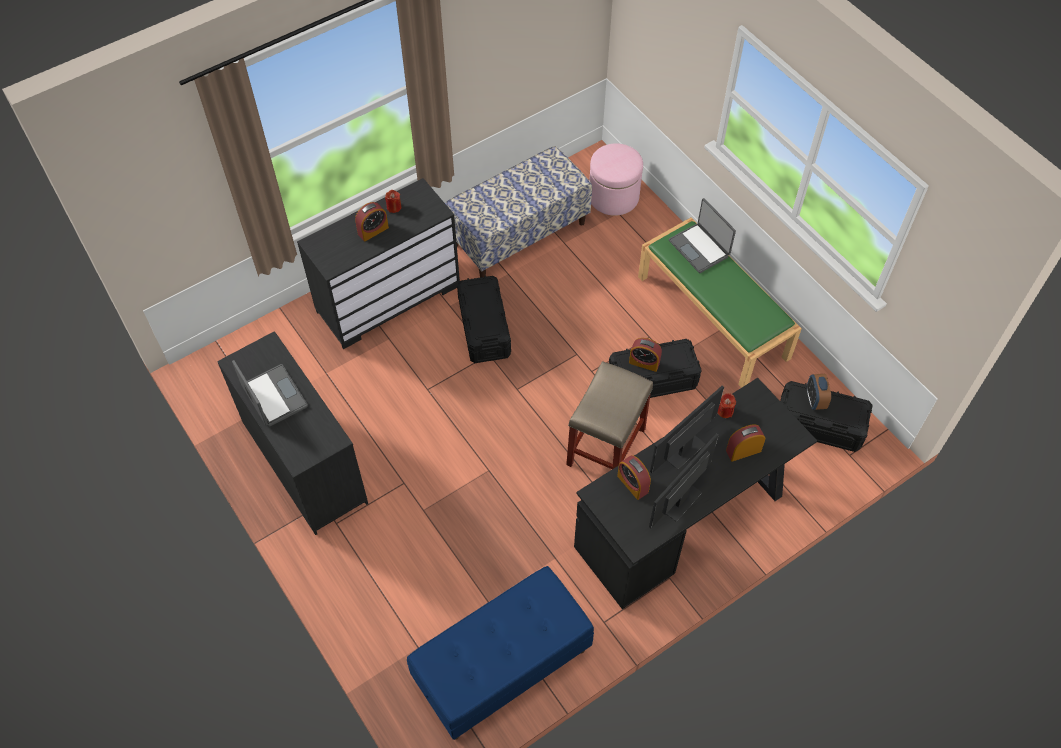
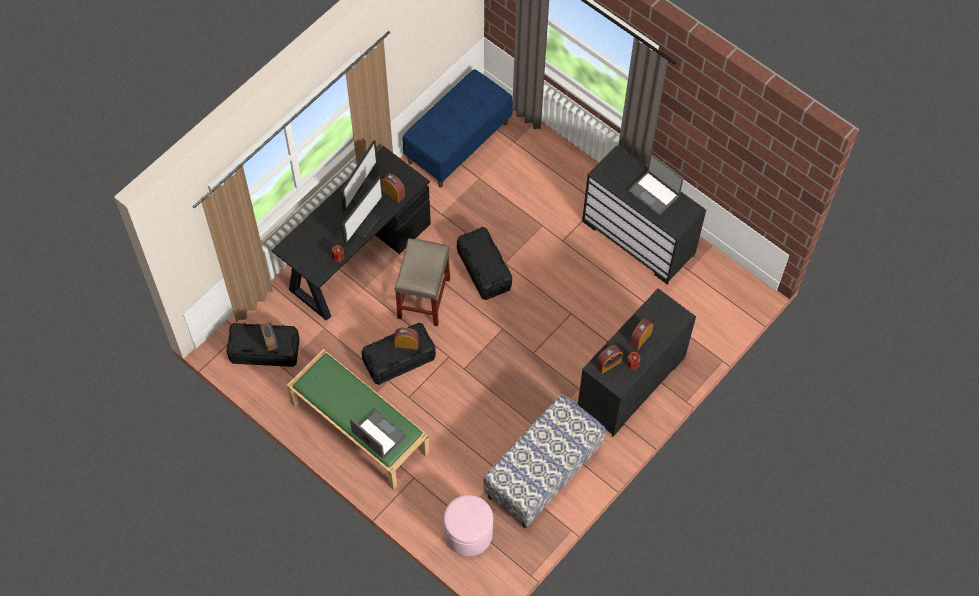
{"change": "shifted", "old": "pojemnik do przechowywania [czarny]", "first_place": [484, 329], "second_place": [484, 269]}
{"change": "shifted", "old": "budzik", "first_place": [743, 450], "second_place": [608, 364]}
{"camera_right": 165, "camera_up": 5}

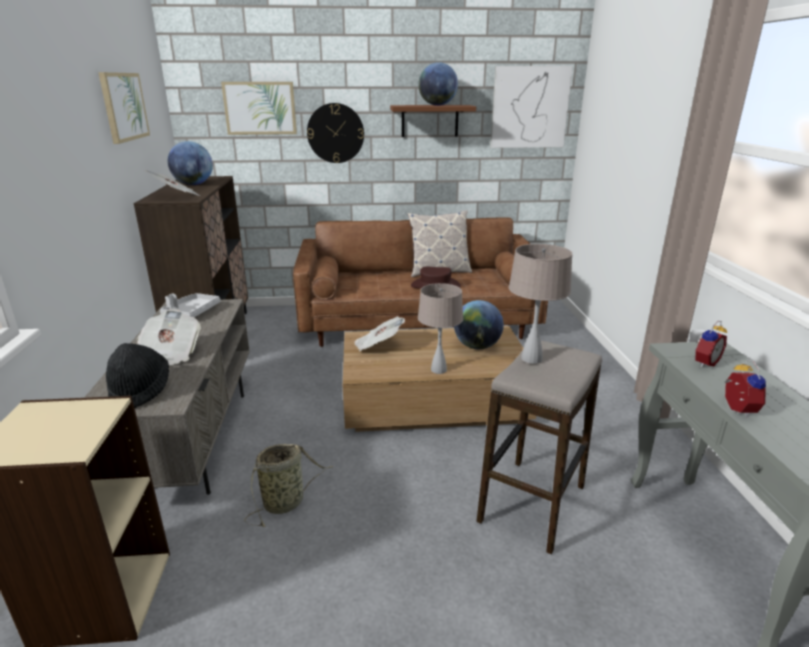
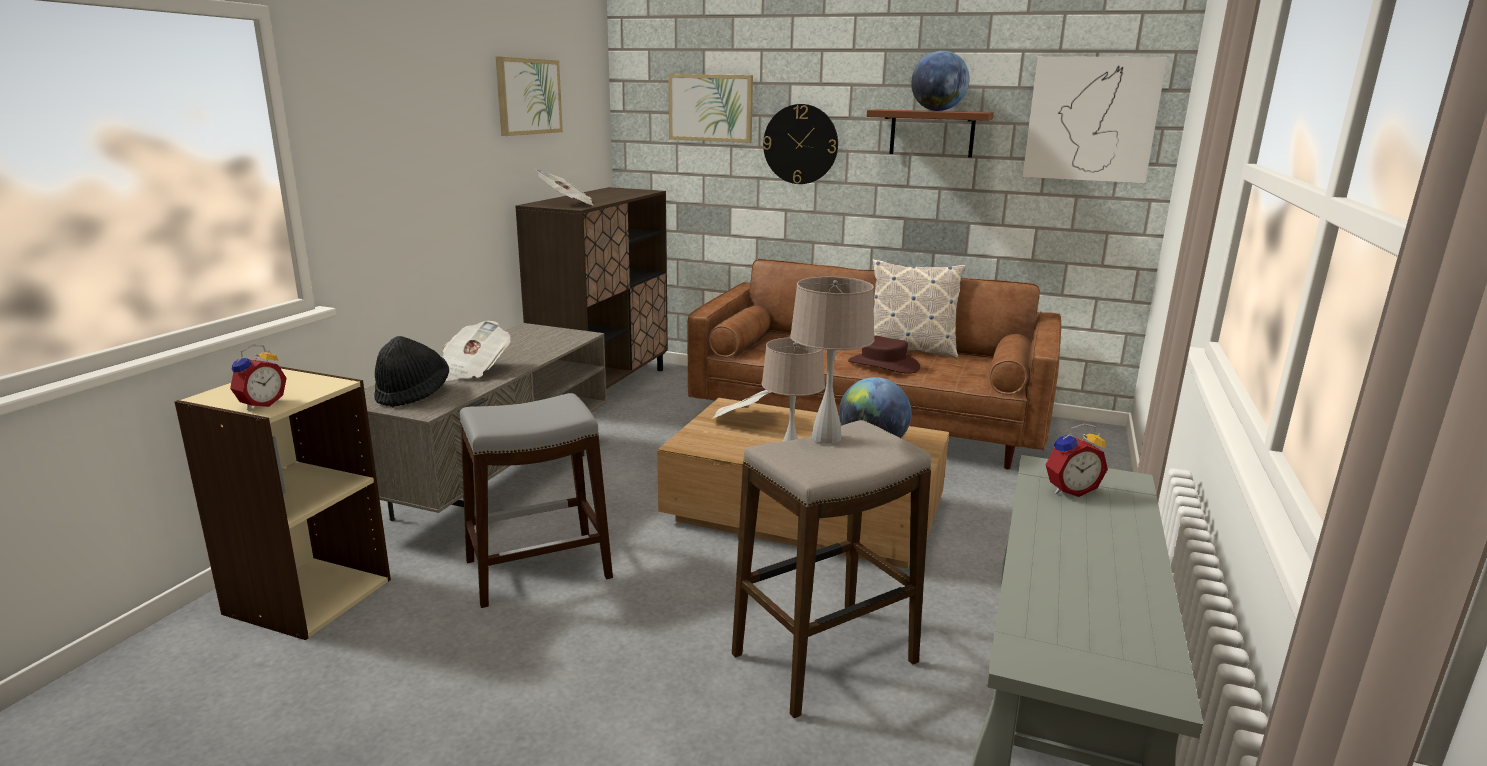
{"change": "shifted", "old": "budzik", "first_place": [736, 409], "second_place": [260, 404]}
{"change": "swapped", "old": "koszyk", "new": "stołek [szary]", "first_place": [286, 502], "second_place": [537, 569]}
{"change": "gone", "old": "taca [szary]", "first_place": [191, 312]}
{"change": "gone", "old": "globus", "first_place": [193, 184]}
{"camera_right": 25, "camera_up": -5}

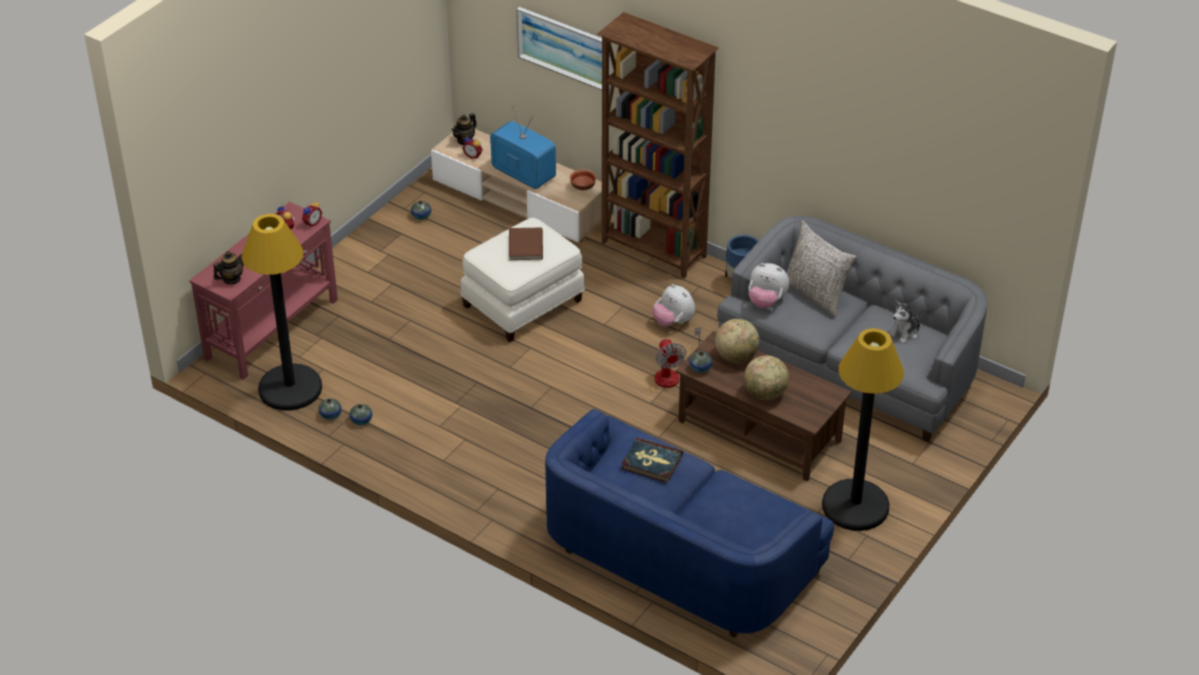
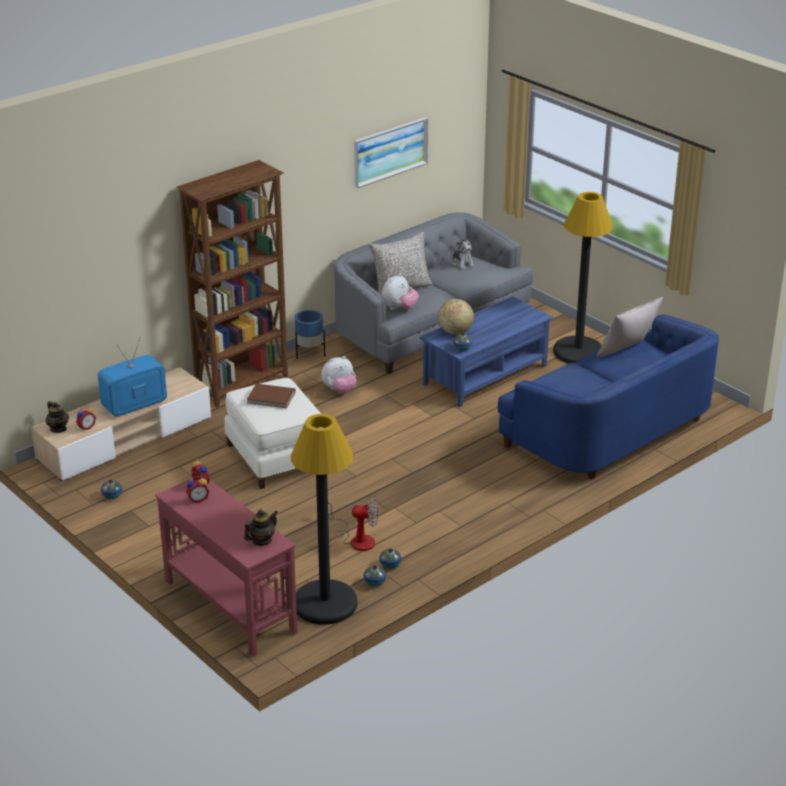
{"change": "rotated", "old": "imbryk", "first_place": [231, 279], "second_place": [261, 540], "degrees": 75}
{"change": "shifted", "old": "wentylator", "first_place": [672, 373], "second_place": [356, 539]}
{"change": "shifted", "old": "obraz", "first_place": [564, 48], "second_place": [390, 151]}
{"change": "repainted", "old": "ława [brązowy]", "new": "ława [niebieski]", "first_place": [758, 431], "second_place": [485, 375]}
{"change": "new", "new": "poduszka [szary]", "second_place": [627, 351]}
{"change": "gone", "old": "miska", "first_place": [583, 187]}
{"change": "gone", "old": "książka", "first_place": [651, 462]}
{"change": "gone", "old": "globus", "first_place": [765, 394]}
{"camera_right": -75, "camera_up": -10}

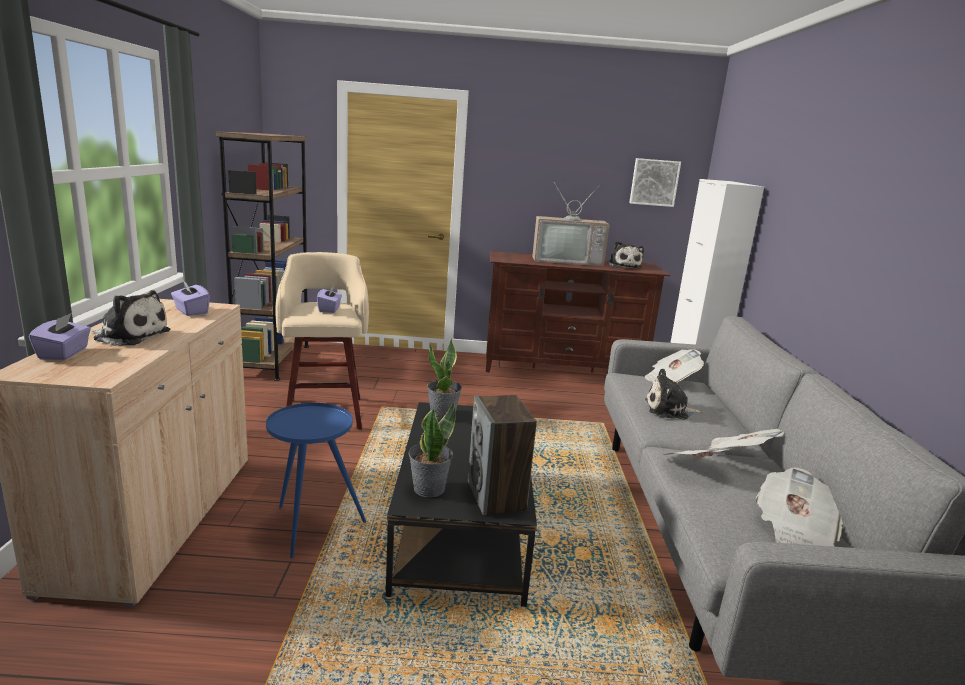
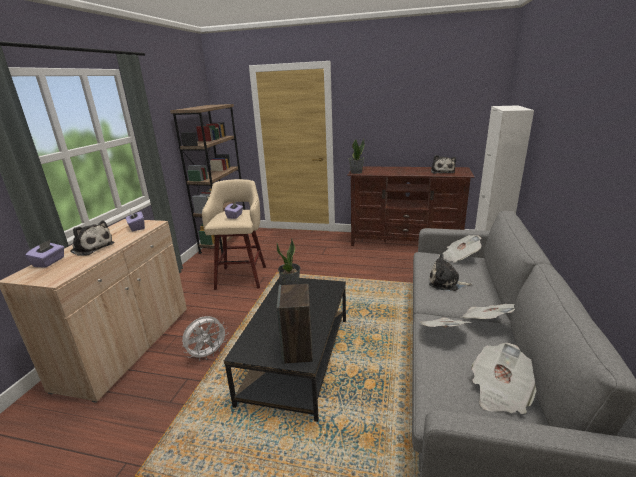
{"change": "swapped", "old": "stolik [niebieski]", "new": "wentylator [biały]", "first_place": [312, 525], "second_place": [208, 354]}
{"change": "shifted", "old": "roślina doniczkowa", "first_place": [428, 488], "second_place": [356, 172]}
{"change": "gone", "old": "telewizor", "first_place": [567, 261]}
{"change": "gone", "old": "obraz", "first_place": [654, 182]}
{"camera_right": 15, "camera_up": 5}

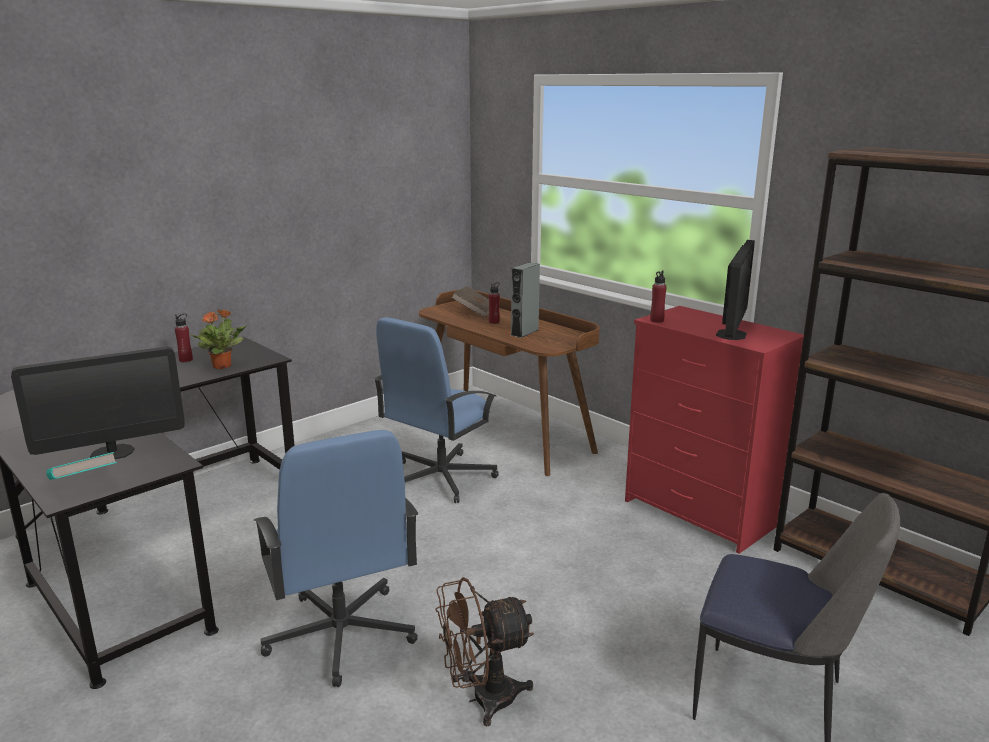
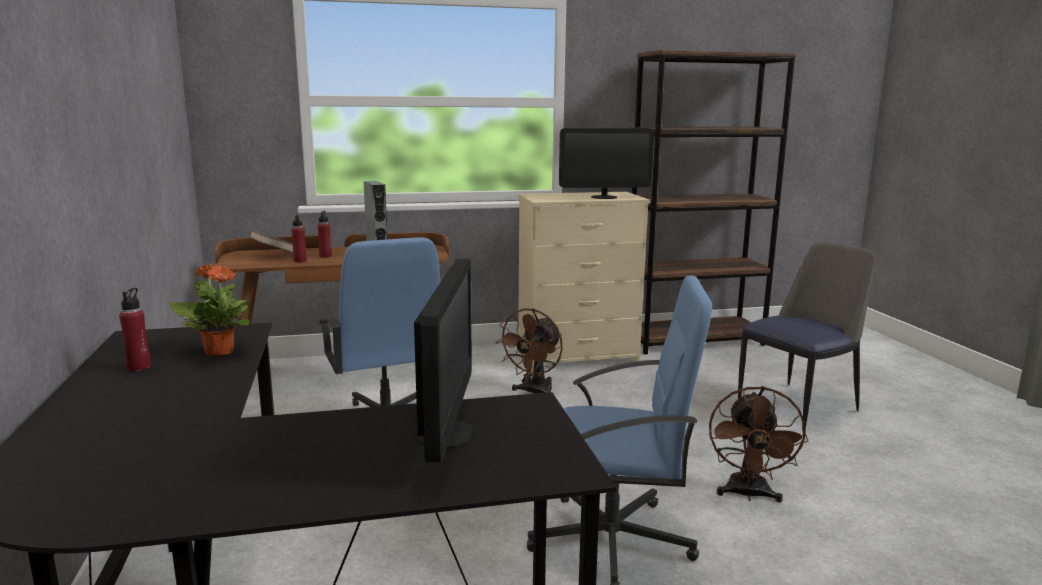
{"change": "shifted", "old": "butelka [czerwony]", "first_place": [656, 320], "second_place": [300, 261]}
{"change": "new", "new": "wentylator [brązowy]", "second_place": [534, 392]}
{"change": "repainted", "old": "komoda [czerwony]", "new": "komoda [beżowy]", "first_place": [699, 514], "second_place": [579, 357]}
{"change": "rotated", "old": "monitor", "first_place": [731, 334], "second_place": [604, 197], "degrees": 120}
{"change": "gone", "old": "książka [turkusowy]", "first_place": [83, 483]}
{"camera_right": -60, "camera_up": -5}

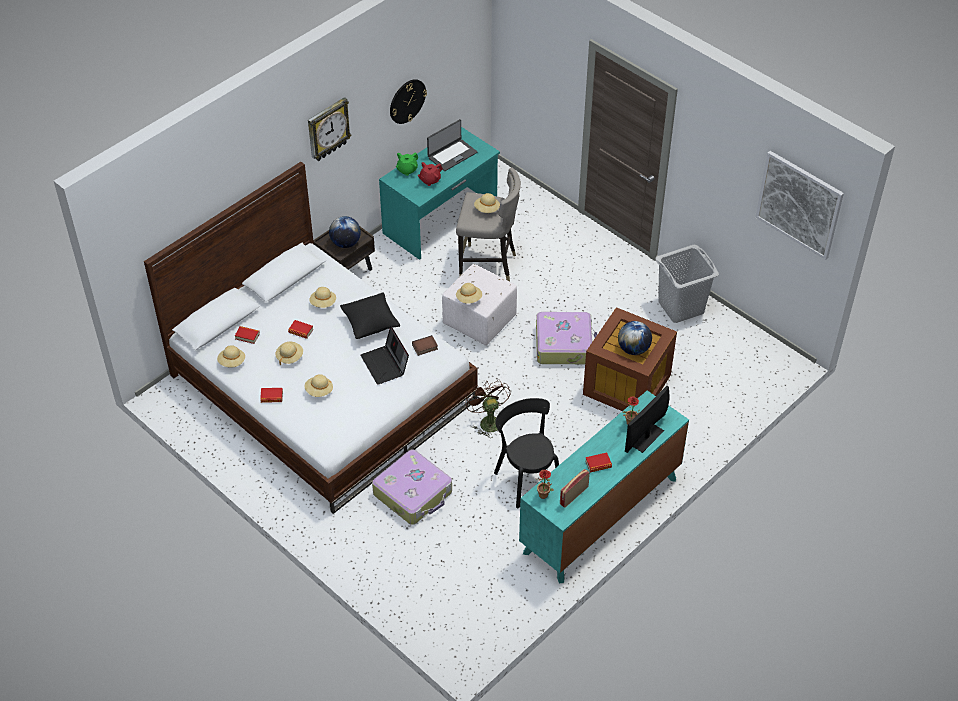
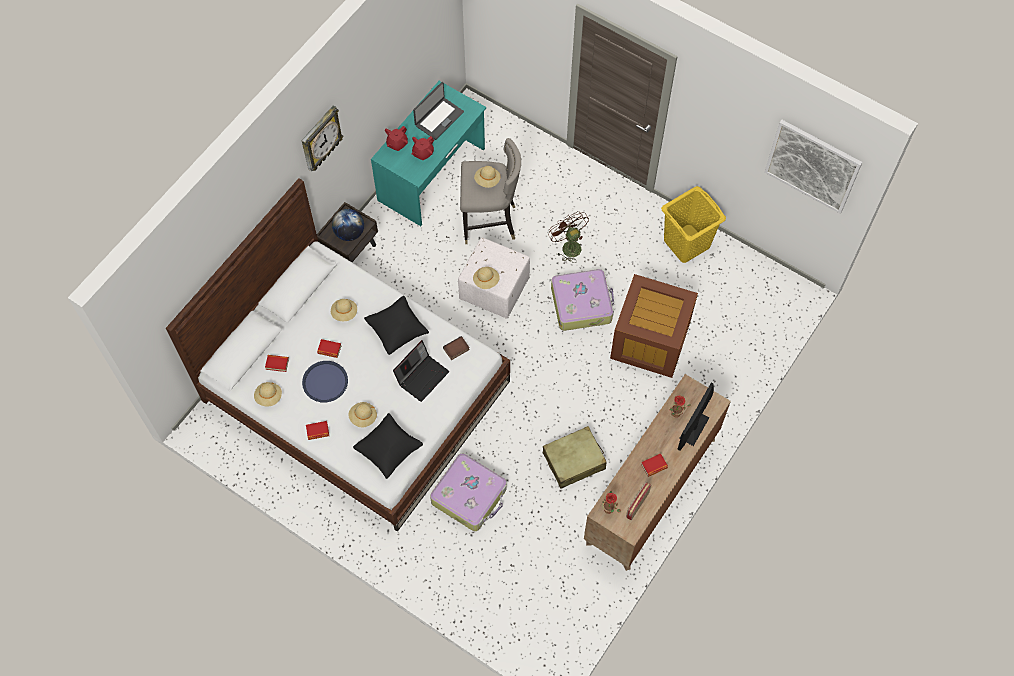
{"change": "swapped", "old": "kapelusz [beżowy]", "new": "taca [niebieski]", "first_place": [289, 357], "second_place": [325, 382]}
{"change": "new", "new": "poduszka [czarny]", "second_place": [389, 450]}
{"change": "repainted", "old": "imbryk [zielony]", "new": "imbryk [czerwony]", "first_place": [407, 170], "second_place": [397, 144]}
{"change": "rotated", "old": "laptop", "first_place": [385, 365], "second_place": [422, 376], "degrees": -105}
{"change": "swapped", "old": "krzesło [czarny]", "new": "walizka [beżowy]", "first_place": [526, 478], "second_place": [574, 461]}
{"change": "shifted", "old": "wentylator [brązowy]", "first_place": [487, 421], "second_place": [568, 246]}
{"change": "repainted", "old": "komoda [turkusowy]", "new": "komoda [brązowy]", "first_place": [600, 515], "second_place": [651, 491]}
{"change": "repainted", "old": "kosz na pranie [szary]", "new": "kosz na pranie [żółty]", "first_place": [681, 307], "second_place": [687, 243]}
{"change": "gone", "old": "zegar ścienny", "first_place": [407, 101]}
{"change": "gone", "old": "globus", "first_place": [633, 349]}
{"camera_right": -10, "camera_up": 15}

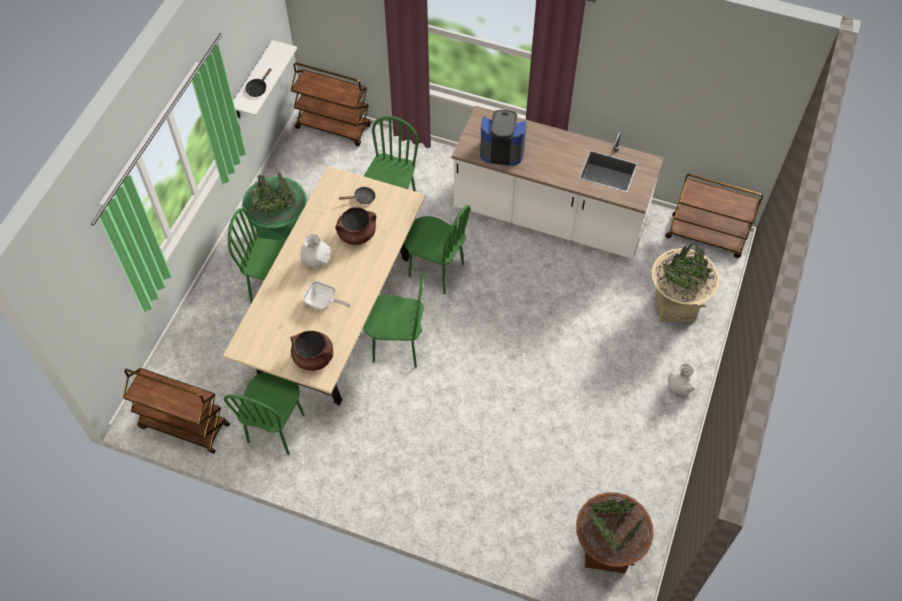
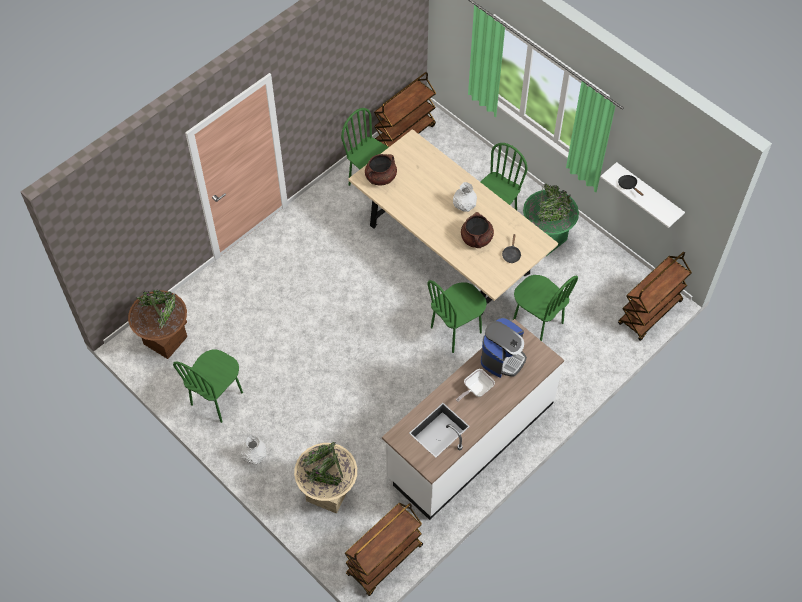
{"change": "shifted", "old": "krzesło [zielony]", "first_place": [397, 346], "second_place": [217, 399]}
{"change": "shifted", "old": "patelnia", "first_place": [323, 303], "second_place": [476, 390]}
{"camera_right": 115, "camera_up": 0}

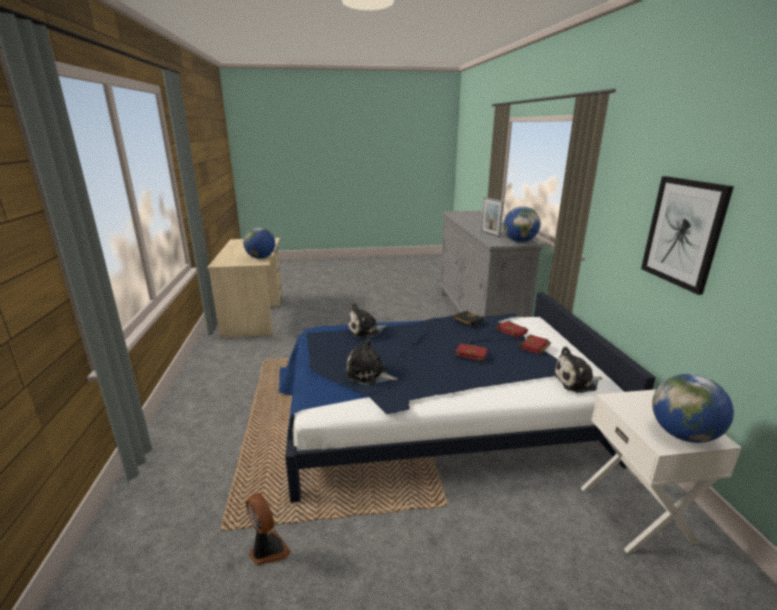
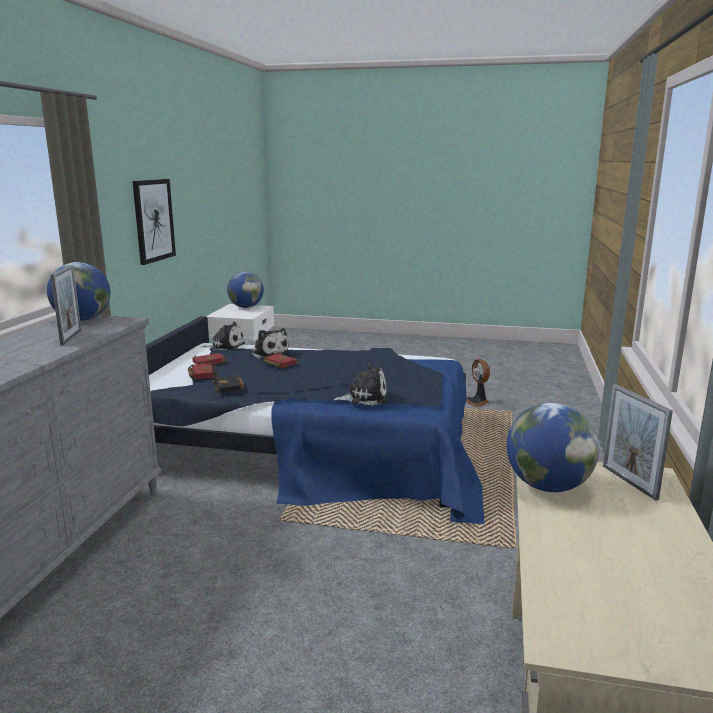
{"change": "shifted", "old": "pluszak", "first_place": [369, 375], "second_place": [268, 353]}
{"change": "new", "new": "ramka na zdjęcie", "second_place": [629, 482]}
{"camera_right": -160, "camera_up": -5}

